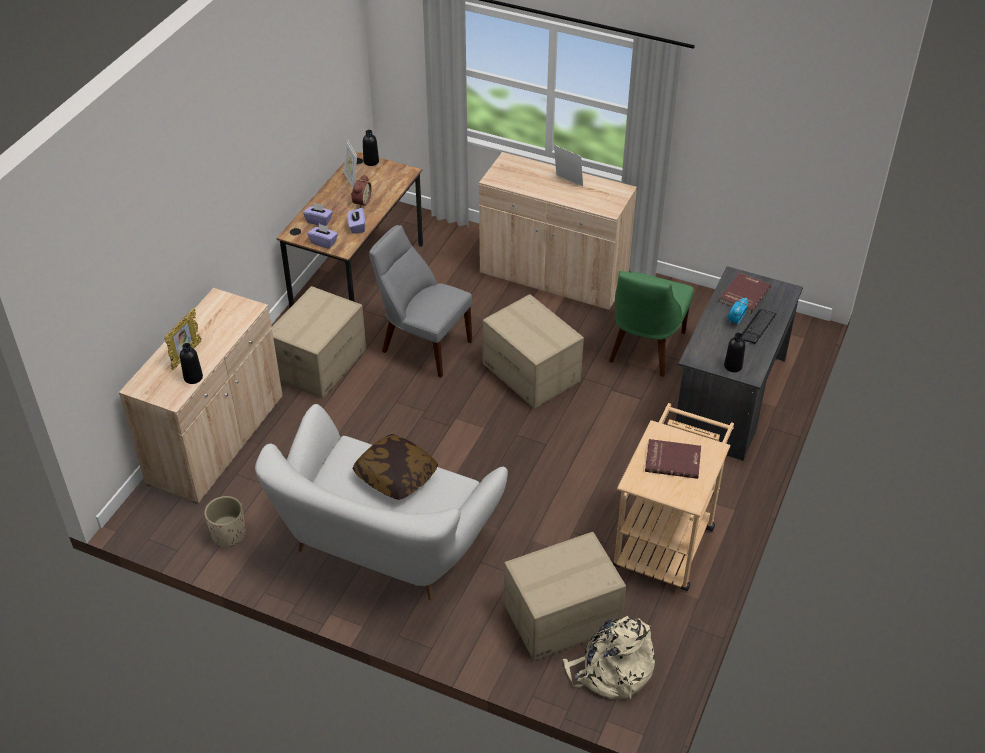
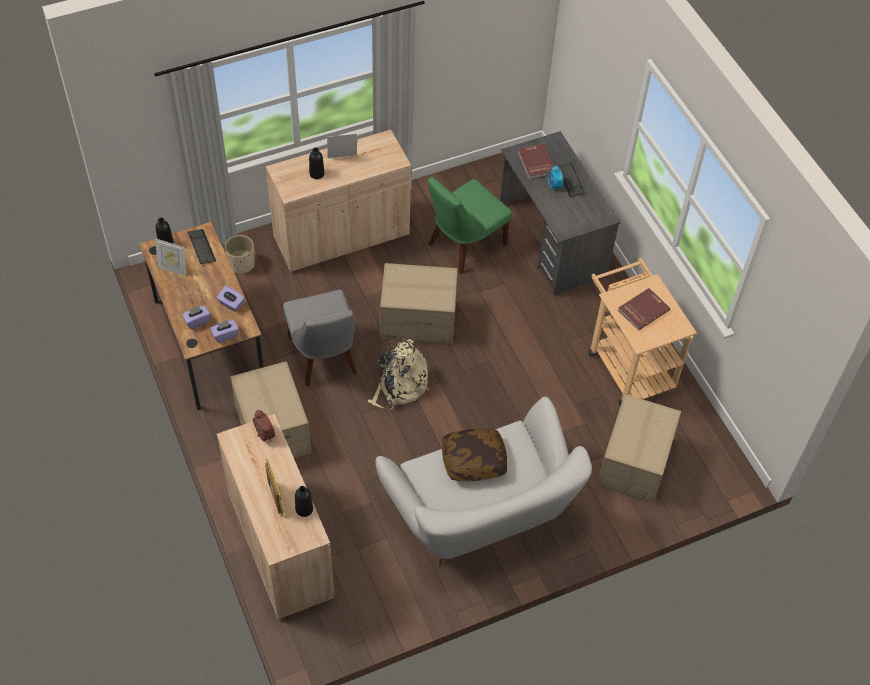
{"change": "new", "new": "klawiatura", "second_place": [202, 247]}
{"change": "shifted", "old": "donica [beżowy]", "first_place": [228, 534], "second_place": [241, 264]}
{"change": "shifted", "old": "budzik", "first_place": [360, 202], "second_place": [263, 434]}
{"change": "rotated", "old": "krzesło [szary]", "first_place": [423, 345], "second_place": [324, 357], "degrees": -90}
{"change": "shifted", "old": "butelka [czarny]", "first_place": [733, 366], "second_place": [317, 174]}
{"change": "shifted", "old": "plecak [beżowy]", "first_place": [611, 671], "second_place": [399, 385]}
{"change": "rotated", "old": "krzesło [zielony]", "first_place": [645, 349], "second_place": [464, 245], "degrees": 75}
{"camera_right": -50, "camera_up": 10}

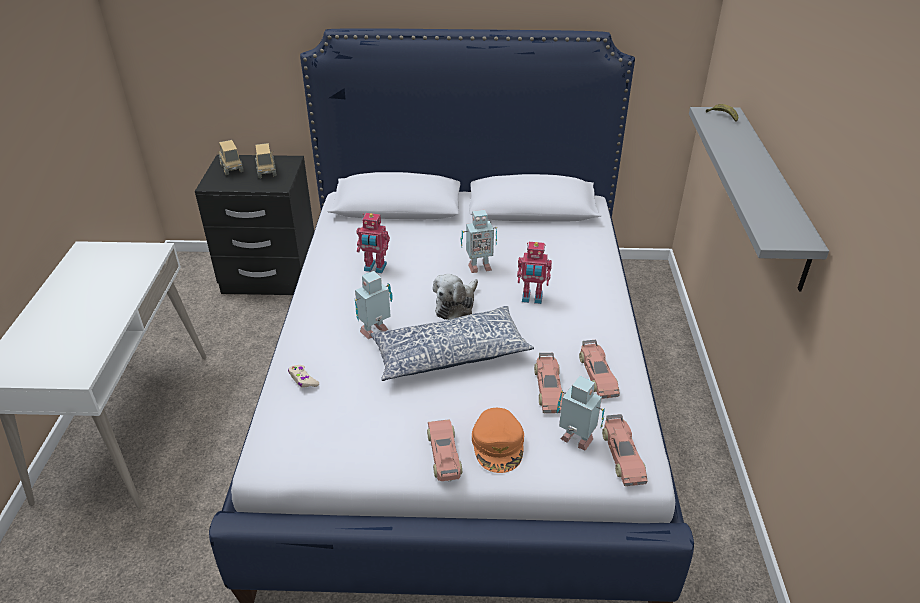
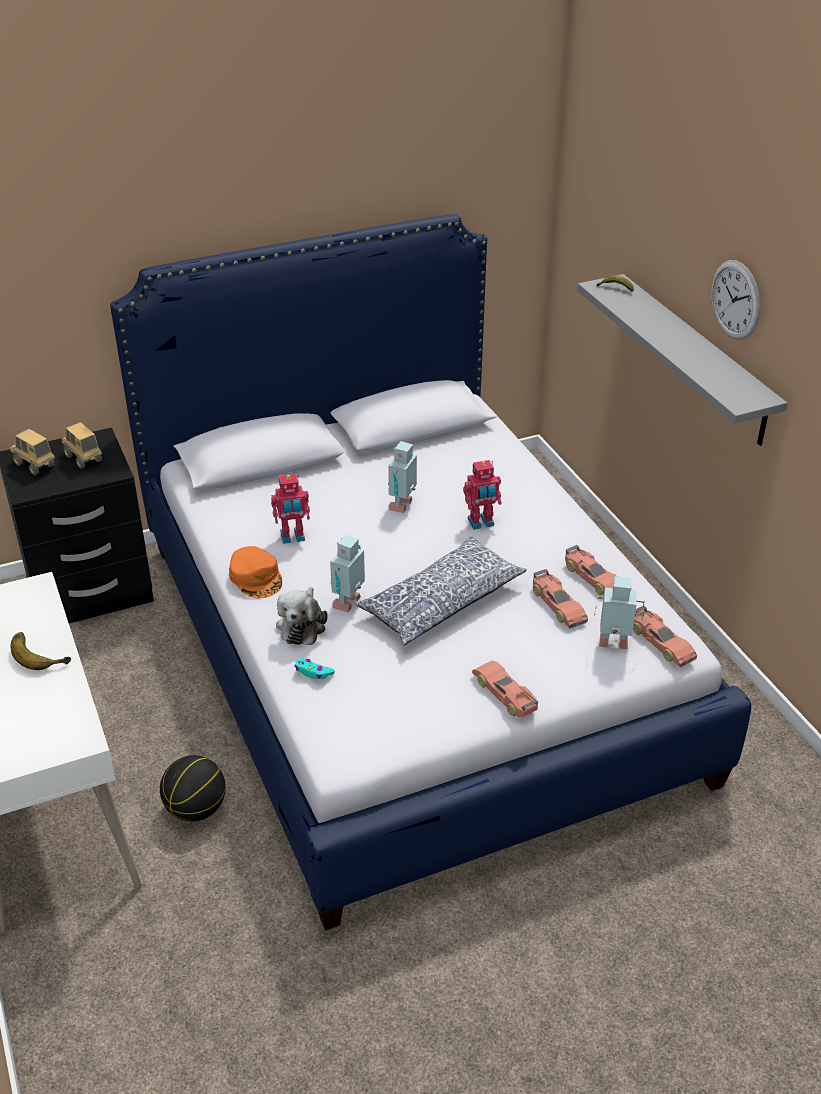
{"change": "new", "new": "banan", "second_place": [41, 652]}
{"change": "new", "new": "piłka do koszykówki", "second_place": [196, 809]}
{"change": "shifted", "old": "czapka z daszkiem [pomarańczowy]", "first_place": [498, 444], "second_place": [256, 577]}
{"change": "shifted", "old": "pluszak", "first_place": [456, 306], "second_place": [302, 625]}
{"change": "repainted", "old": "pad do gier [beżowy]", "new": "pad do gier [turkusowy]", "first_place": [303, 380], "second_place": [313, 672]}
{"change": "rotated", "old": "robot zabawkowy", "first_place": [478, 267], "second_place": [403, 505], "degrees": 150}
{"change": "new", "new": "zegar ścienny", "second_place": [735, 300]}
{"camera_right": -25, "camera_up": 0}

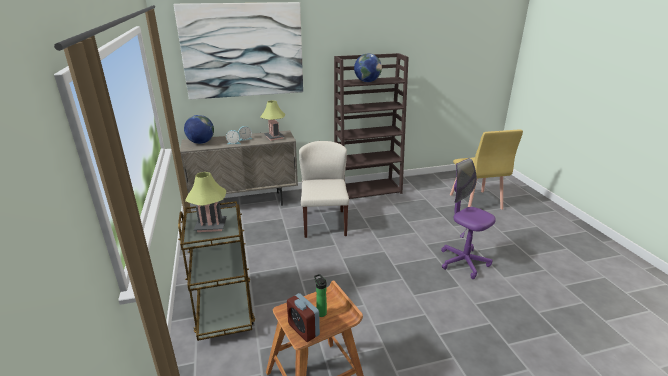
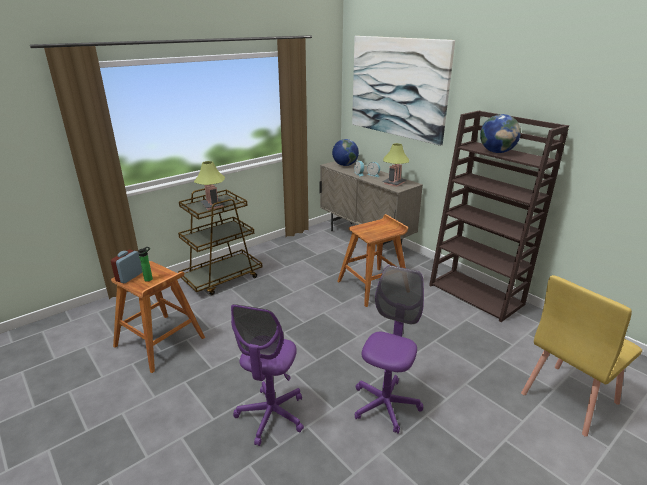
{"change": "new", "new": "krzesło biurowe [fioletowy]", "second_place": [271, 416]}
{"change": "swapped", "old": "krzesło [beżowy]", "new": "stołek [brązowy]", "first_place": [324, 223], "second_place": [373, 286]}
{"camera_right": 65, "camera_up": 0}

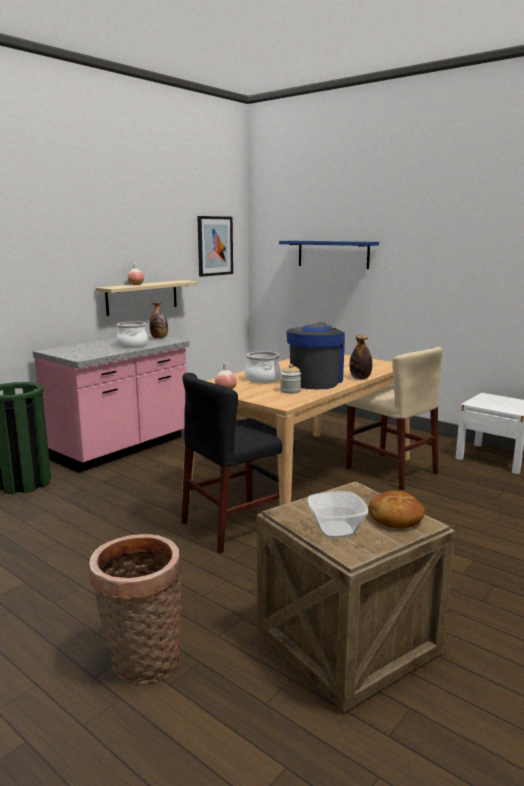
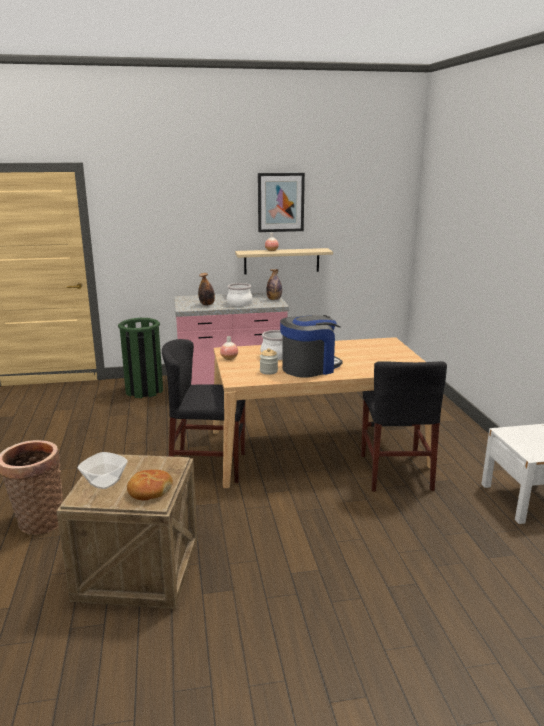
{"change": "shifted", "old": "butelka", "first_place": [360, 378], "second_place": [207, 304]}
{"change": "shifted", "old": "obraz", "first_place": [215, 246], "second_place": [280, 202]}
{"change": "repainted", "old": "krzesło [beżowy]", "new": "krzesło [czarny]", "first_place": [391, 471], "second_place": [395, 472]}
{"change": "gone", "old": "półka [niebieski]", "first_place": [333, 254]}
{"camera_right": 40, "camera_up": 5}

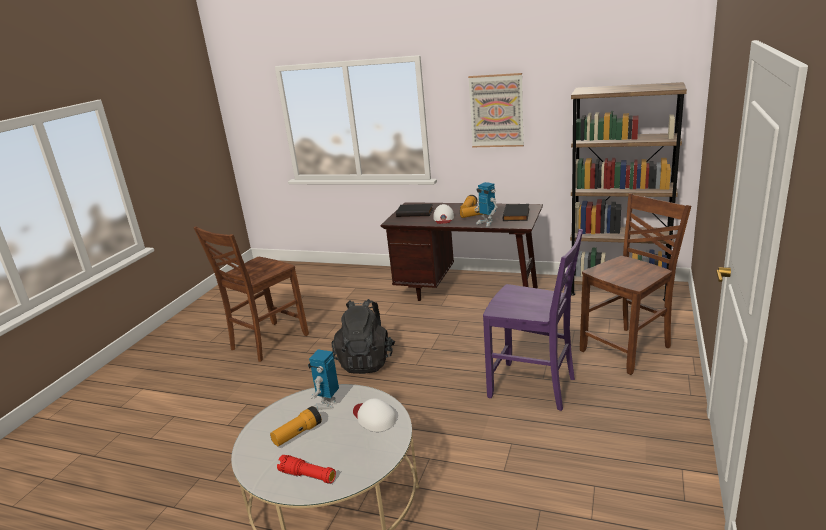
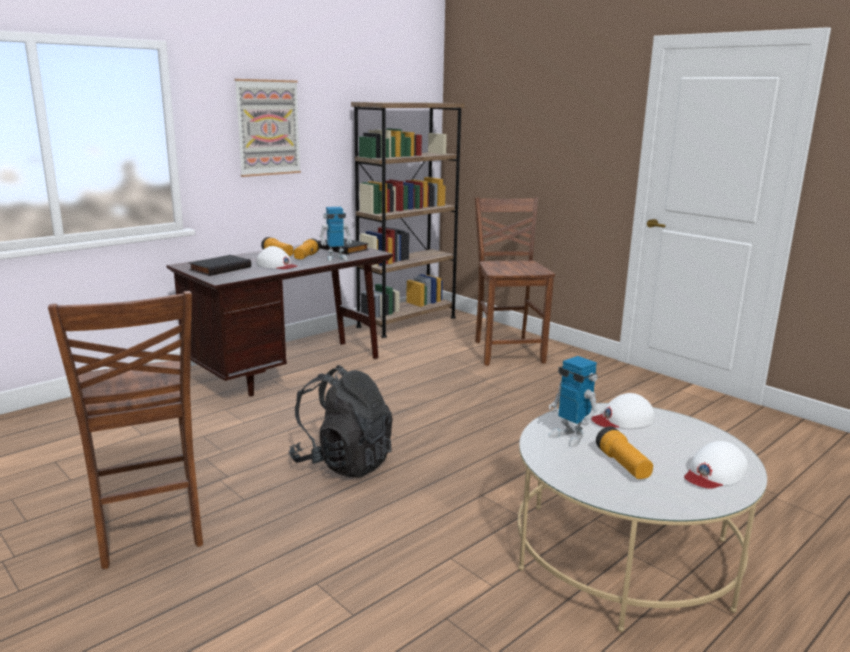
{"change": "swapped", "old": "latarka [czerwony]", "new": "czapka z daszkiem [biały]", "first_place": [308, 476], "second_place": [714, 473]}
{"change": "gone", "old": "krzesło [fioletowy]", "first_place": [534, 387]}
{"camera_right": -65, "camera_up": -5}

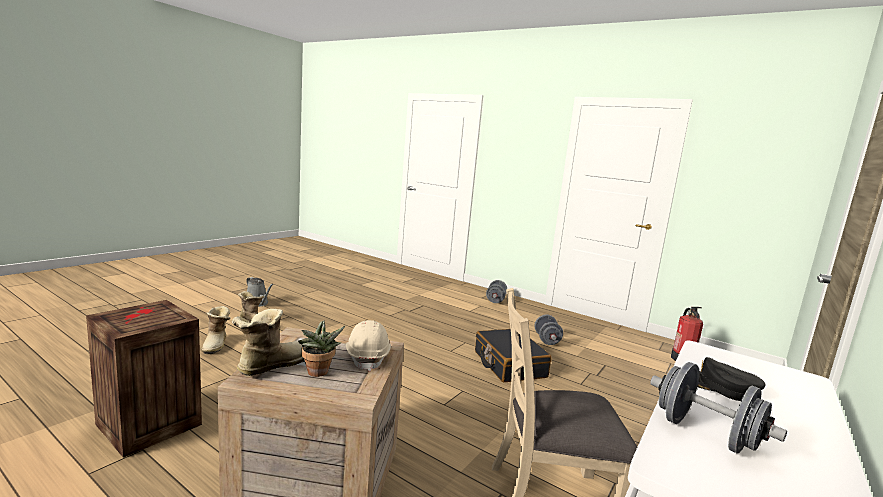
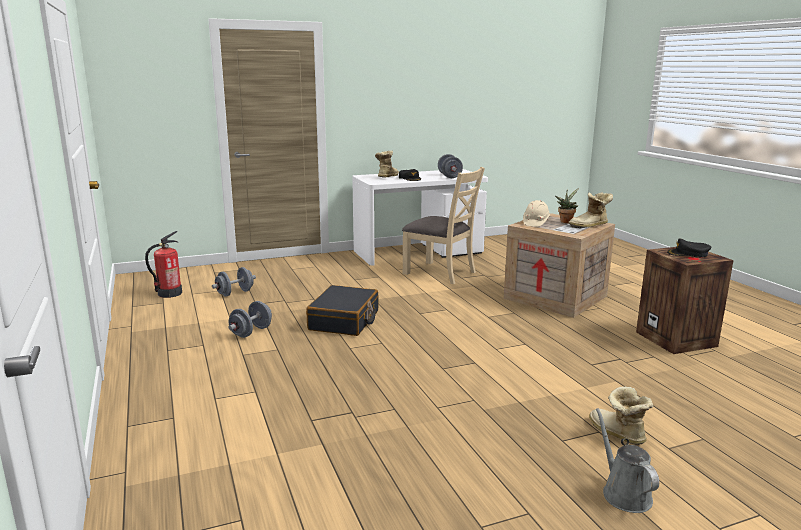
{"change": "shifted", "old": "hantel [szary]", "first_place": [495, 300], "second_place": [235, 293]}
{"change": "shifted", "old": "but z cholewką", "first_place": [217, 344], "second_place": [386, 177]}
{"change": "new", "new": "czapka z daszkiem [czarny]", "second_place": [688, 254]}
{"camera_right": -145, "camera_up": 5}

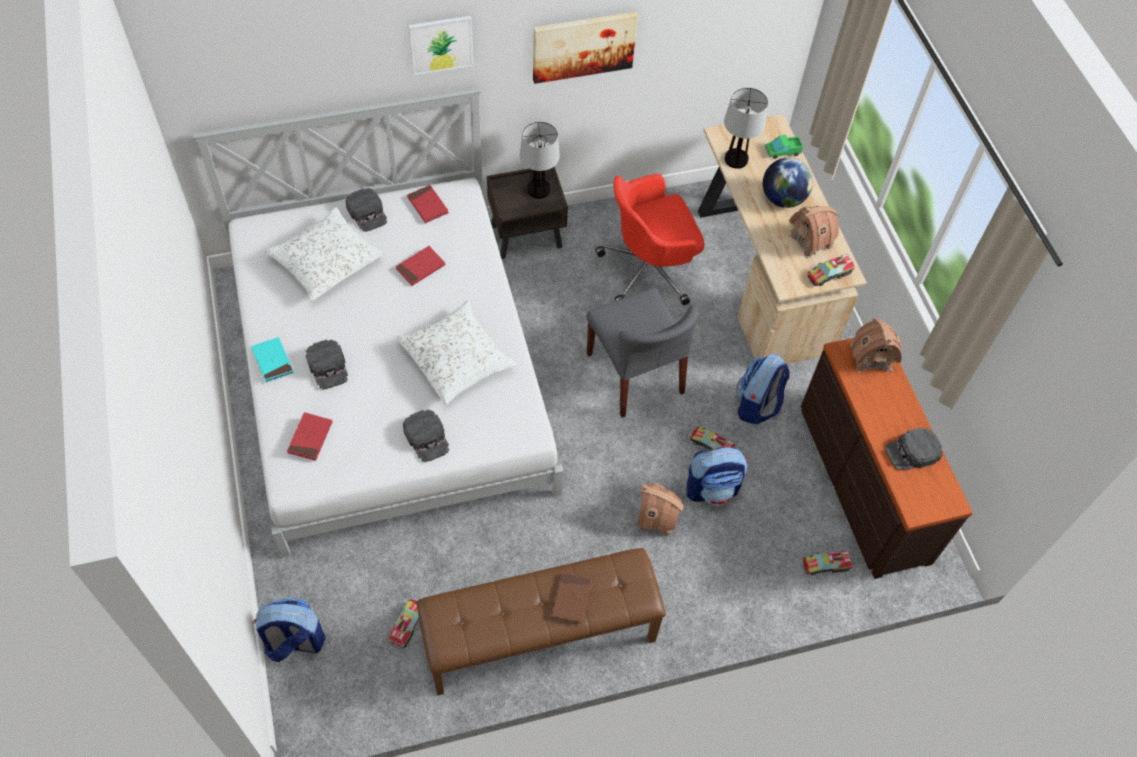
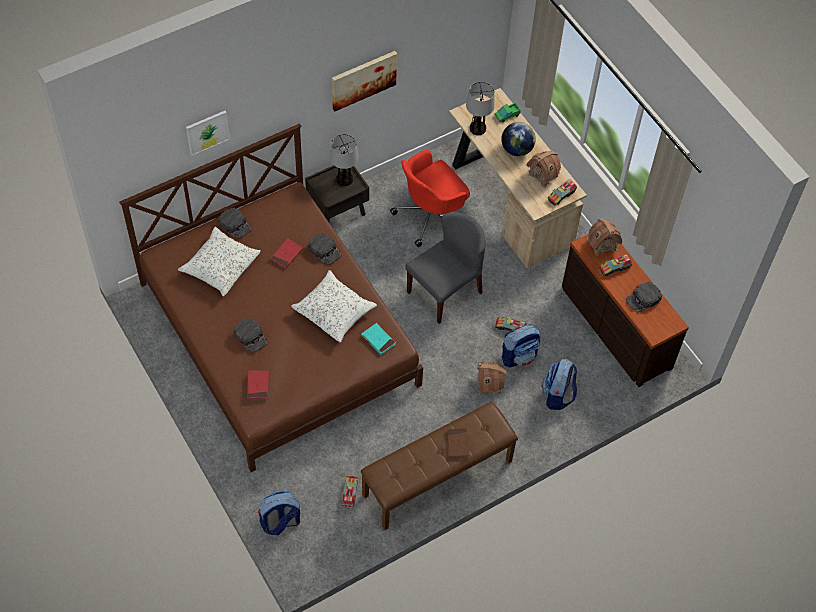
{"change": "repainted", "old": "łóżko [biały]", "new": "łóżko [brązowy]", "first_place": [390, 375], "second_place": [277, 334]}
{"change": "shifted", "old": "obraz", "first_place": [441, 44], "second_place": [207, 132]}
{"change": "shifted", "old": "czapka z daszkiem [czarny]", "first_place": [427, 438], "second_place": [325, 250]}
{"change": "shifted", "old": "książka [turkusowy]", "first_place": [272, 361], "second_place": [378, 340]}
{"change": "rotated", "old": "krzesło [szary]", "first_place": [635, 374], "second_place": [445, 292], "degrees": -90}
{"change": "shifted", "old": "plecak", "first_place": [757, 405], "second_place": [558, 395]}
{"change": "shifted", "old": "ciężarówka zabawkowa", "first_place": [826, 565], "second_place": [614, 268]}
{"change": "gone", "old": "książka [czerwony]", "first_place": [427, 205]}
{"camera_right": -15, "camera_up": 0}

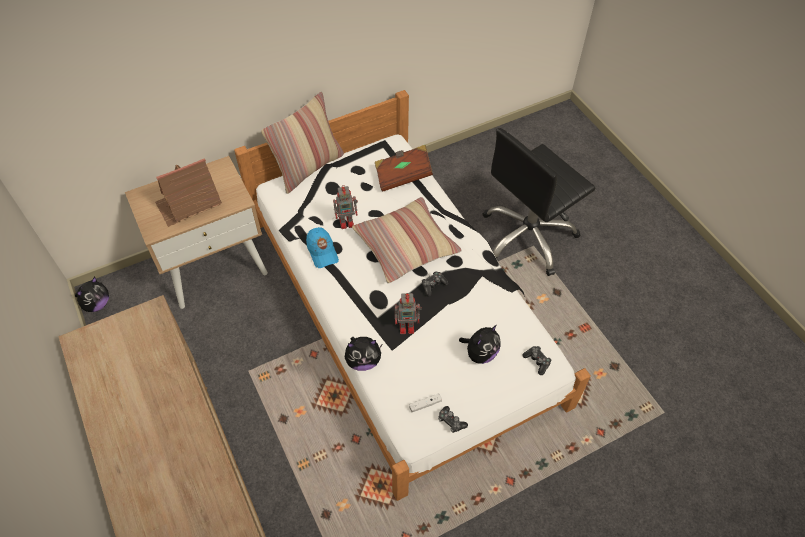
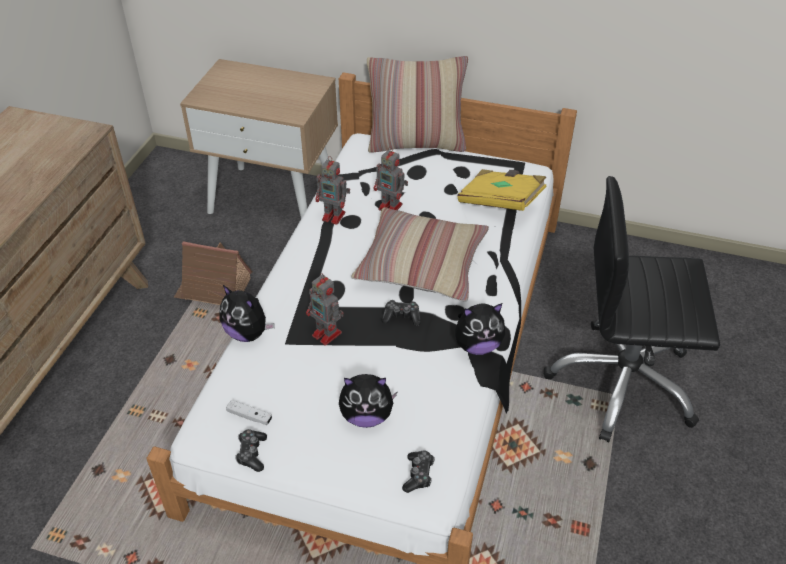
{"change": "shifted", "old": "domek", "first_place": [189, 203], "second_place": [214, 288]}
{"change": "swapped", "old": "czapka z daszkiem [niebieski]", "new": "robot zabawkowy", "first_place": [322, 252], "second_place": [335, 216]}
{"change": "shifted", "old": "pluszak", "first_place": [97, 304], "second_place": [477, 345]}
{"change": "repainted", "old": "książka [brązowy]", "new": "książka [żółty]", "first_place": [403, 176], "second_place": [500, 202]}
{"camera_right": 45, "camera_up": -10}

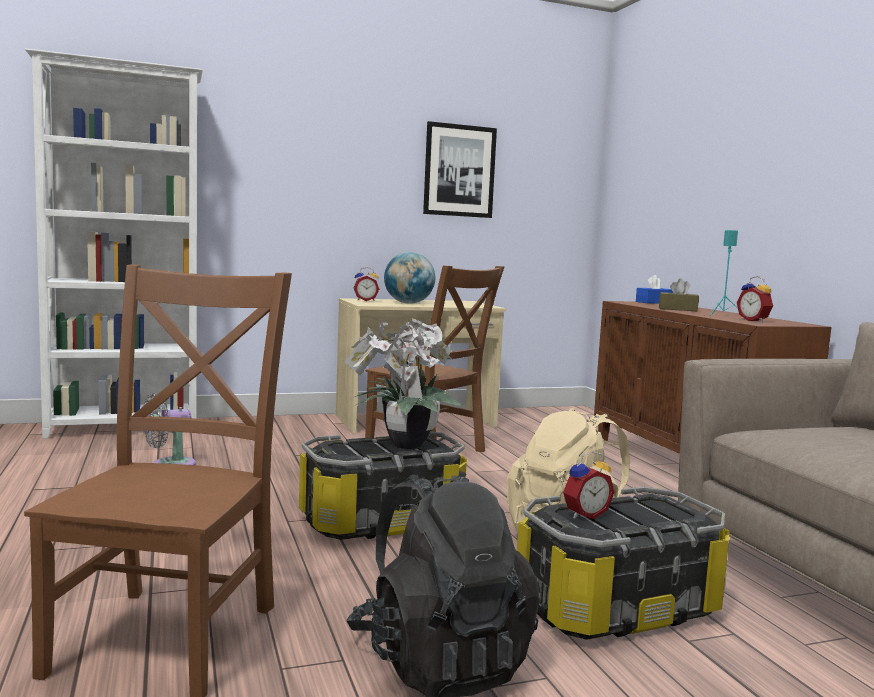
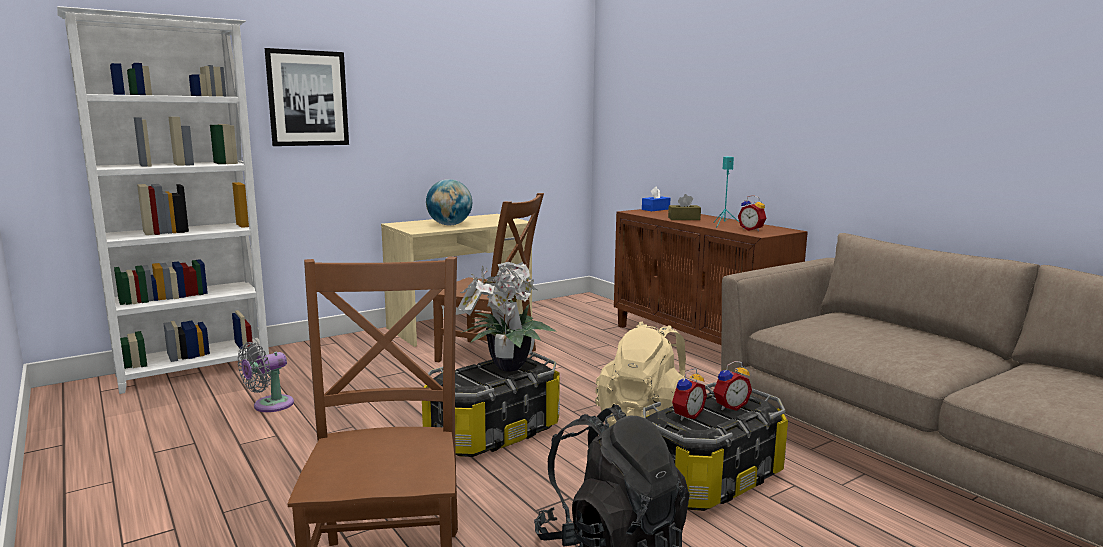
{"change": "shifted", "old": "obraz", "first_place": [459, 171], "second_place": [307, 98]}
{"change": "shifted", "old": "budzik", "first_place": [365, 300], "second_place": [729, 406]}
{"camera_right": -15, "camera_up": 5}

